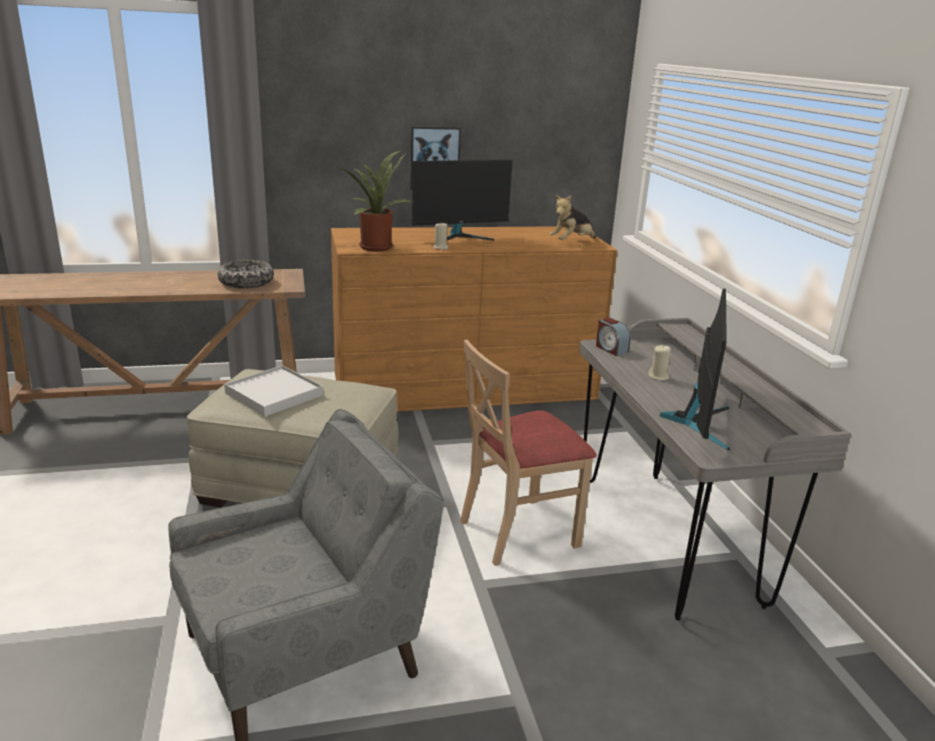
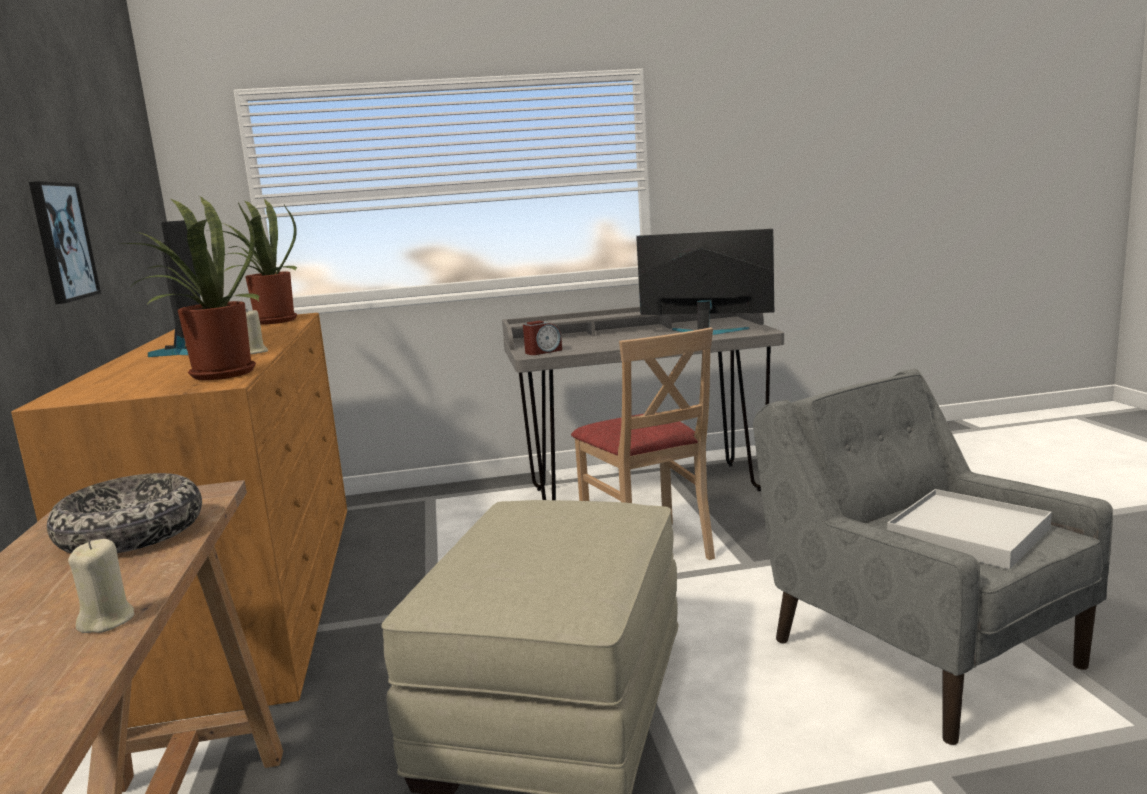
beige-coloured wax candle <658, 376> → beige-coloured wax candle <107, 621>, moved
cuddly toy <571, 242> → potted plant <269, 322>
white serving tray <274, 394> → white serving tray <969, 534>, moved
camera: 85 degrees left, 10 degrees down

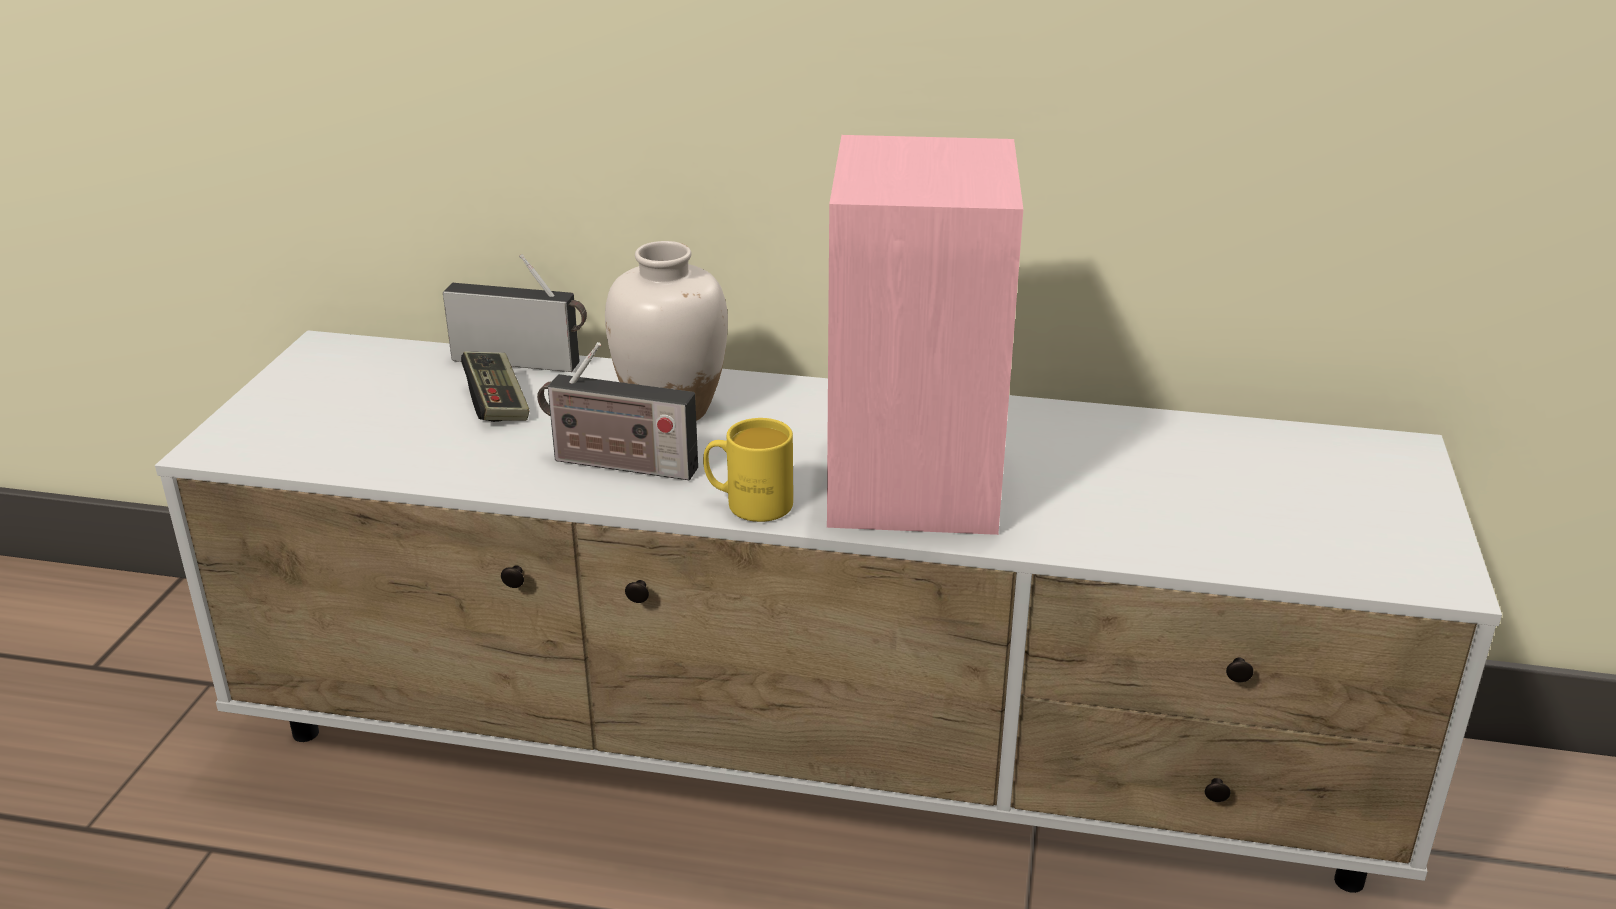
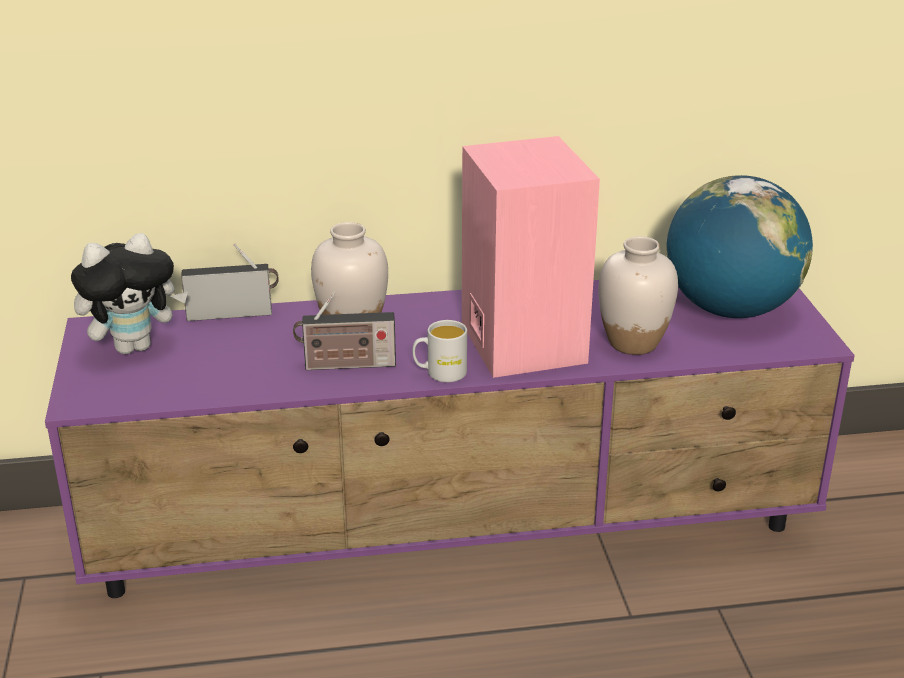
white tv stand <814, 763> → purple-coloured tv stand <456, 533>
- → cuddly toy <134, 346>
yellowish coffee mug <748, 504> → white coffee mug <439, 373>
- → white vase <632, 343>
- → globe <730, 309>
game controller <496, 402> → -
camera: 20 degrees left, 0 degrees up

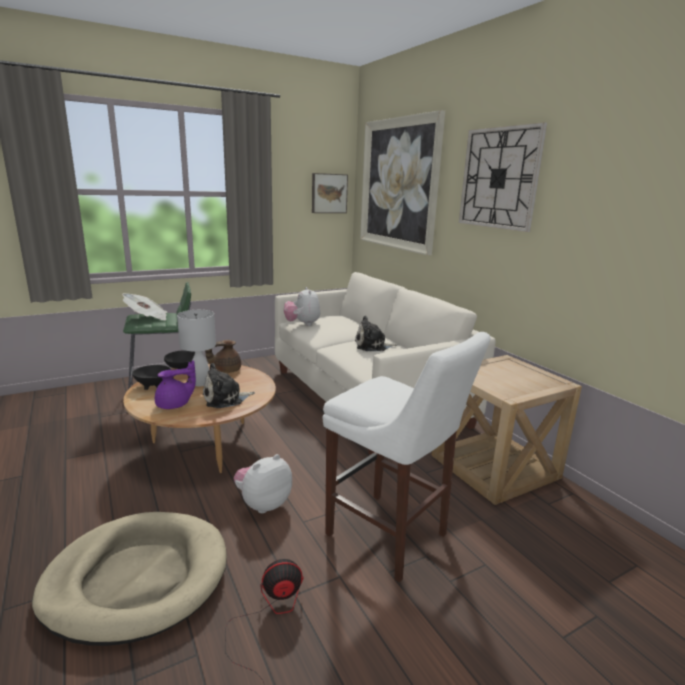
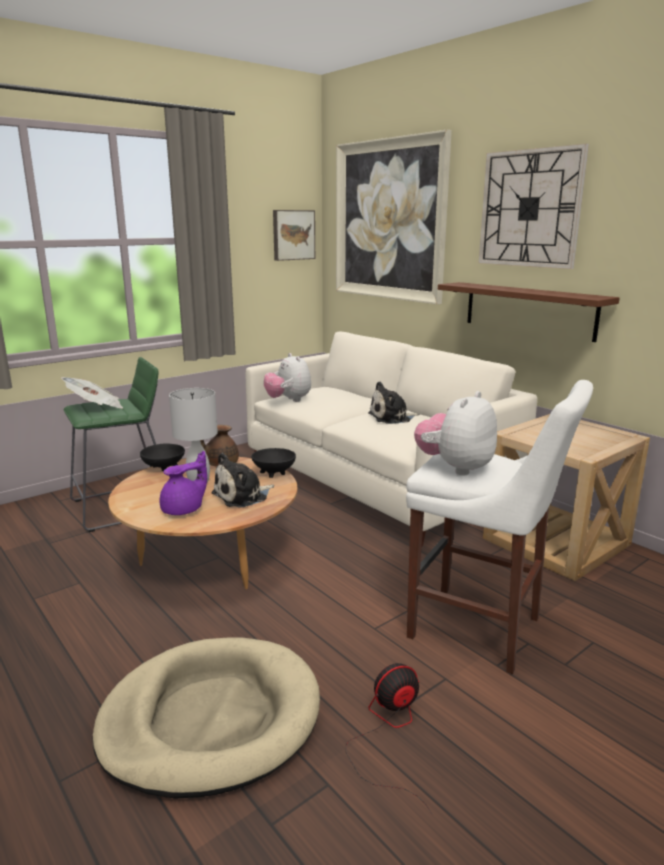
black-coloured bowl <154, 385> → black-coloured bowl <275, 472>, moved
cuddly toy <263, 503> → cuddly toy <455, 468>, moved
- → brown-coloured bracket shelf <528, 310>
camera: 10 degrees left, 0 degrees up

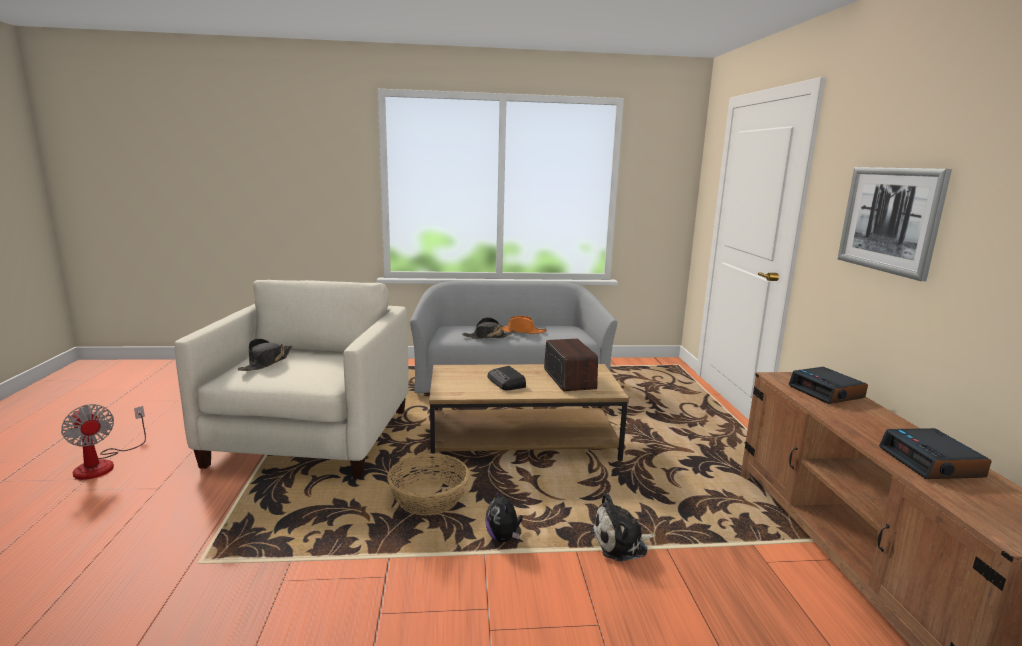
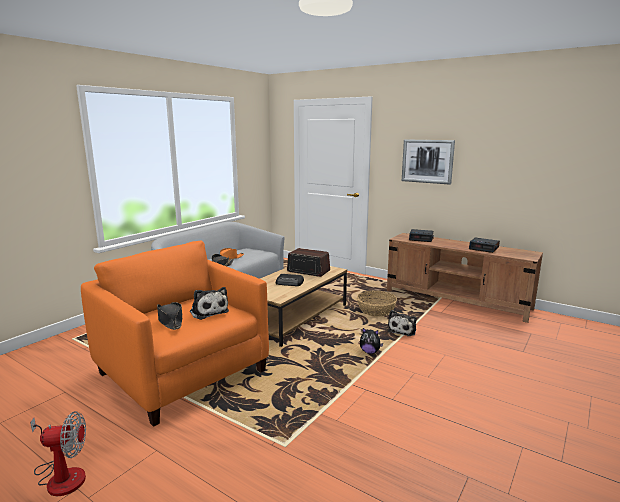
beige-coloured lounge chair <311, 437> → orange lounge chair <183, 373>
- → cuddly toy <208, 311>
household basket <429, 499> → household basket <376, 311>, moved
camera: 50 degrees left, 0 degrees up

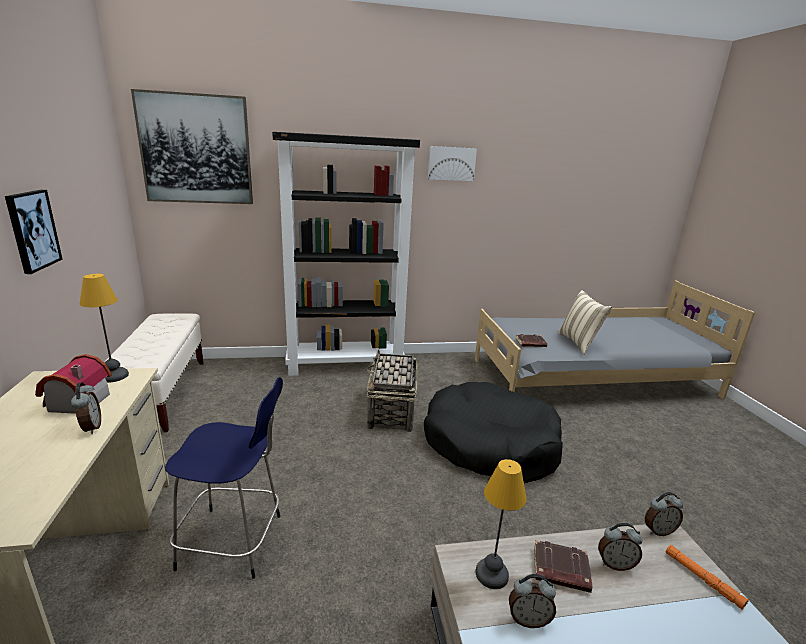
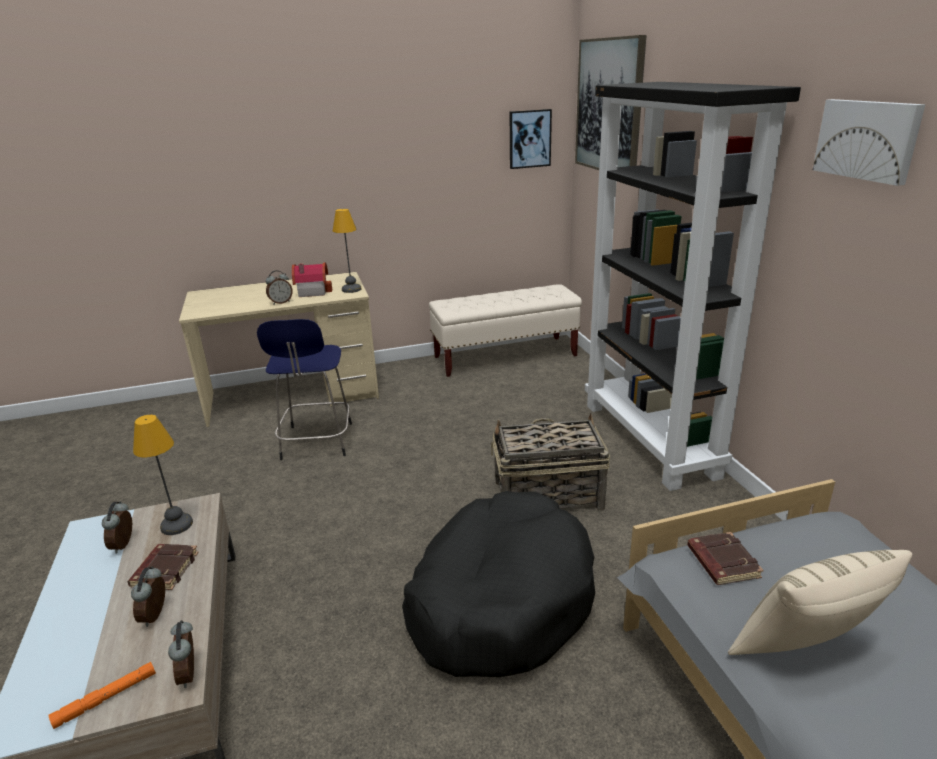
picture <32, 230> → picture <529, 139>, moved
camera: 85 degrees right, 5 degrees up

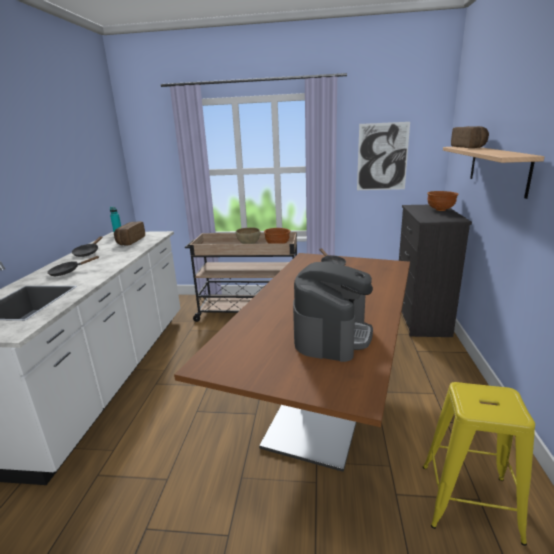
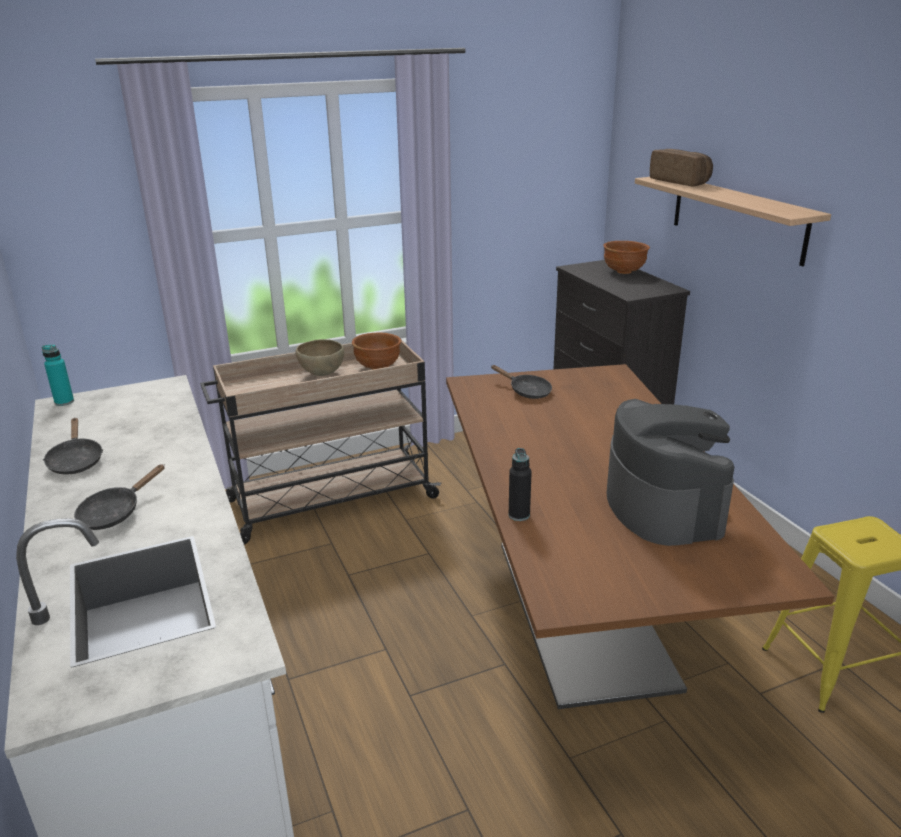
- → black-coloured beverage bottle <519, 515>
bread <129, 241> → -
picture <382, 157> → -
camera: 30 degrees left, 5 degrees up

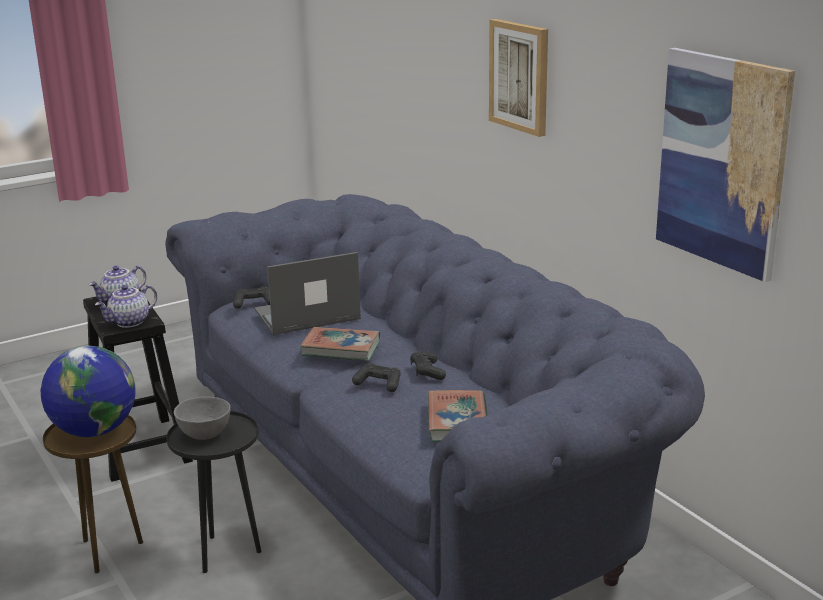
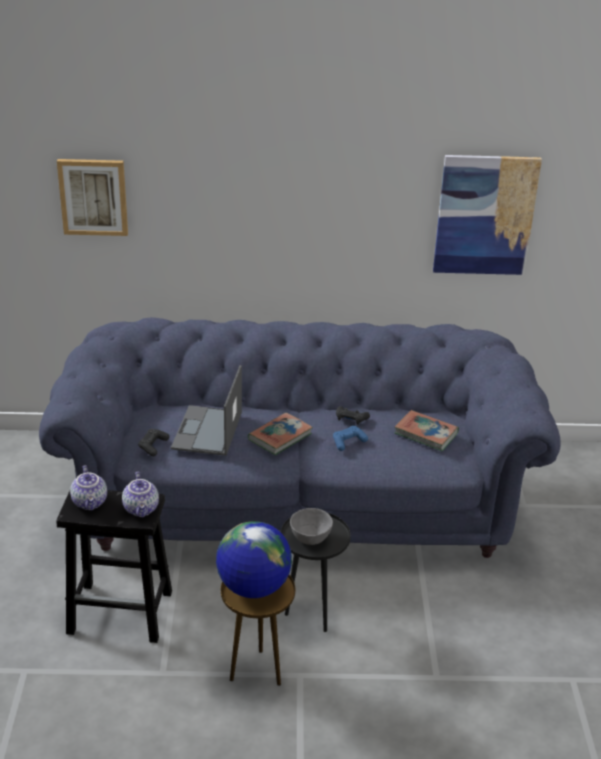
picture <520, 76> → picture <93, 196>, moved
black-coloured game controller <378, 384> → blue-coloured game controller <348, 442>
camera: 60 degrees left, 10 degrees up

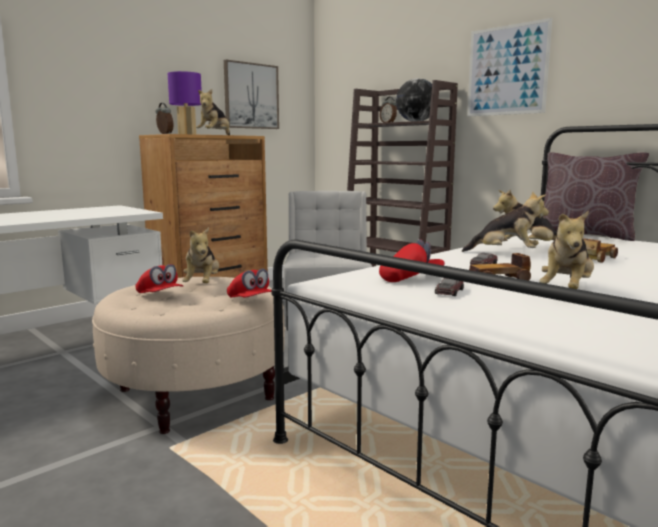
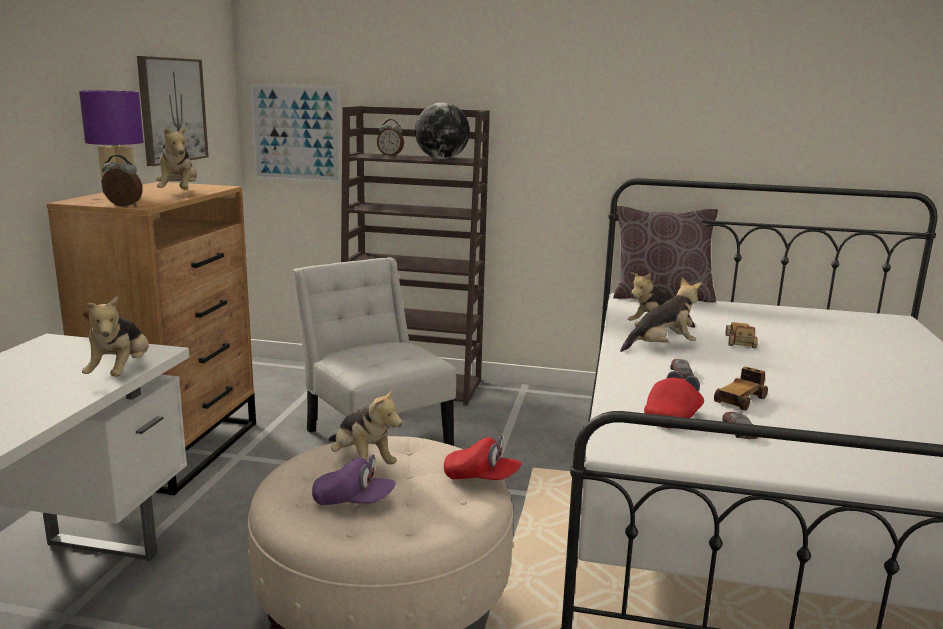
cuddly toy <566, 290> → cuddly toy <121, 373>, moved
picture <507, 70> → picture <296, 133>, moved
red-coloured baseball cap <160, 296> → purple-coloured baseball cap <353, 501>
camera: 35 degrees left, 5 degrees up

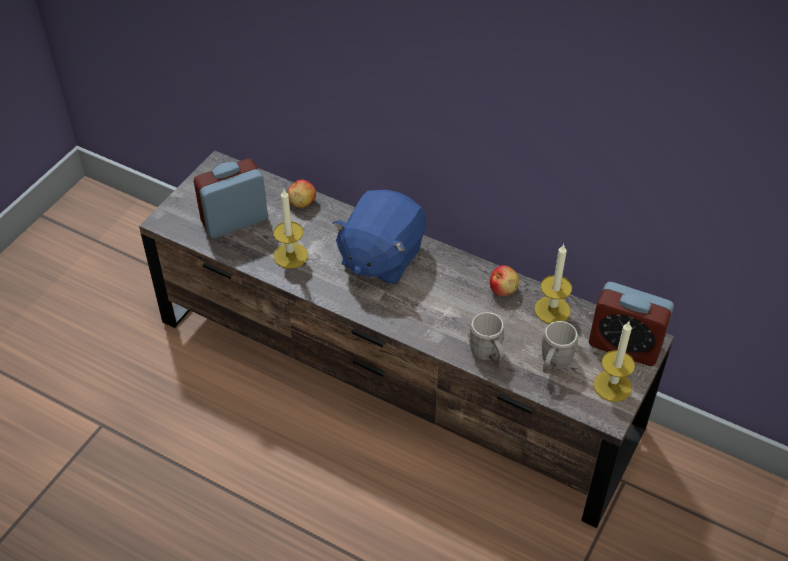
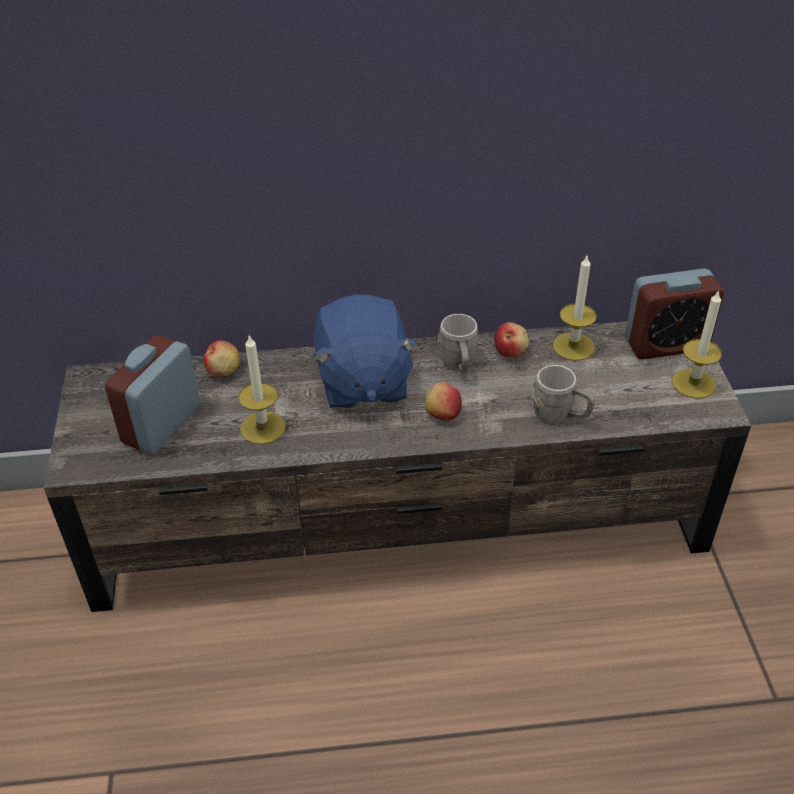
- → apple <442, 413>
greyish coffee mug <553, 363> → greyish coffee mug <459, 366>, moved
camera: 35 degrees left, 5 degrees down

